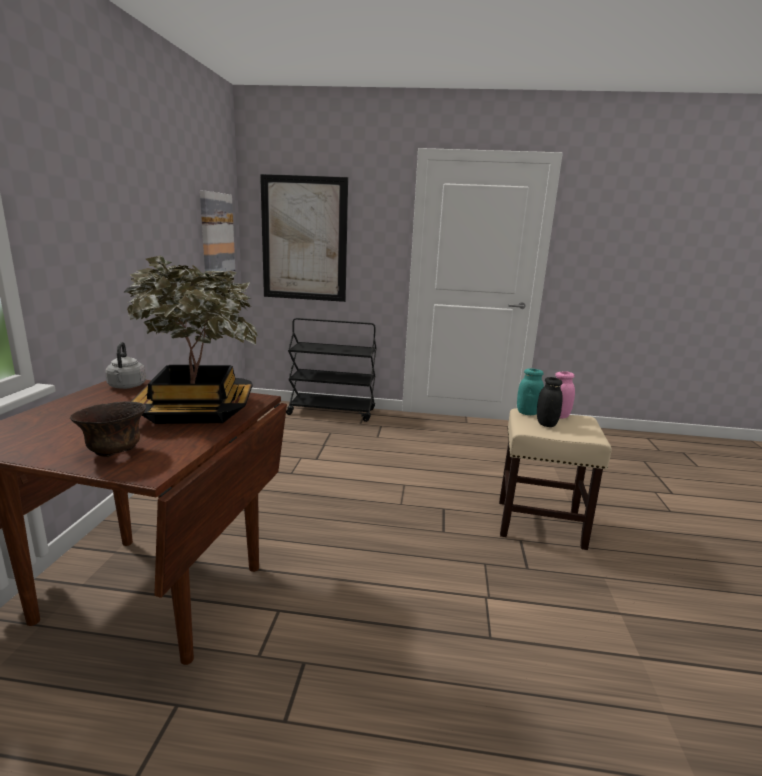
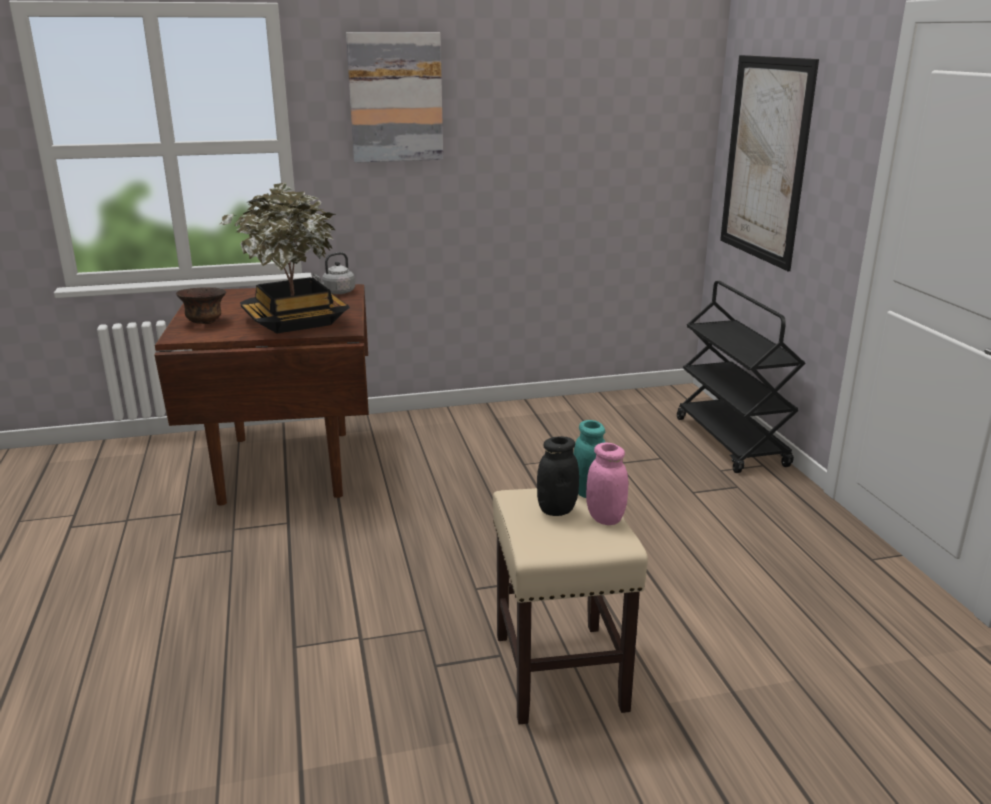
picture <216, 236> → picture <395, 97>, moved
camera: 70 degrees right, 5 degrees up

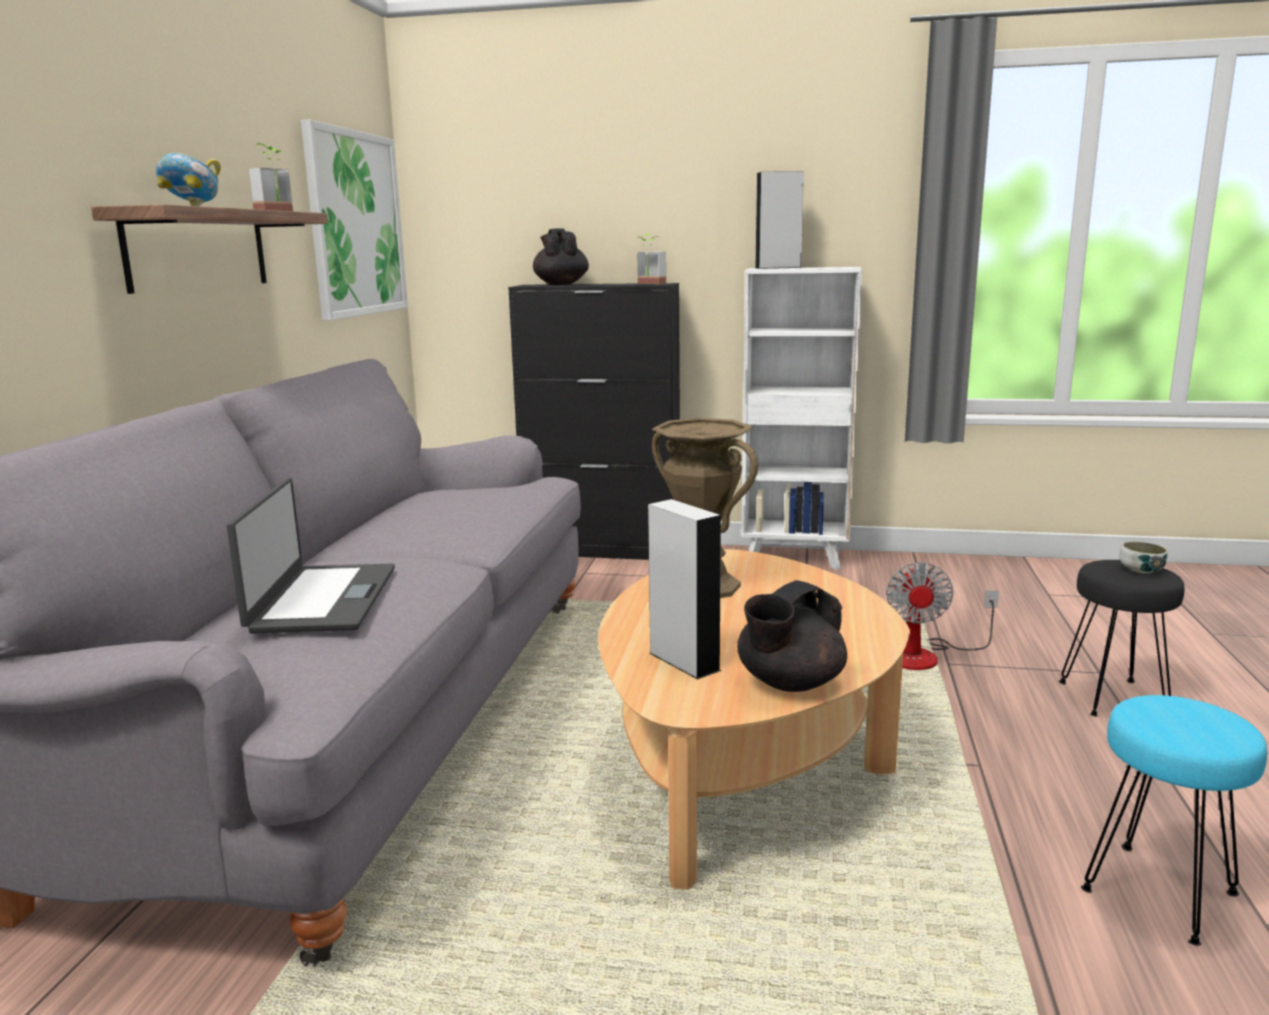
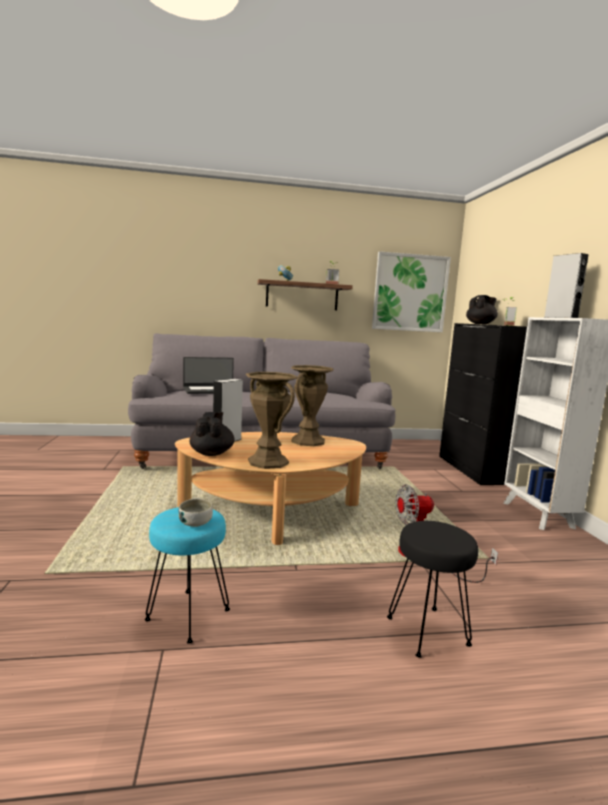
bowl <1141, 570> → bowl <195, 523>, moved
black-coloured tea pot <789, 683> → black-coloured tea pot <212, 453>, 60 degrees clockwise
- → brown-coloured vase <268, 462>
camera: 70 degrees right, 5 degrees down

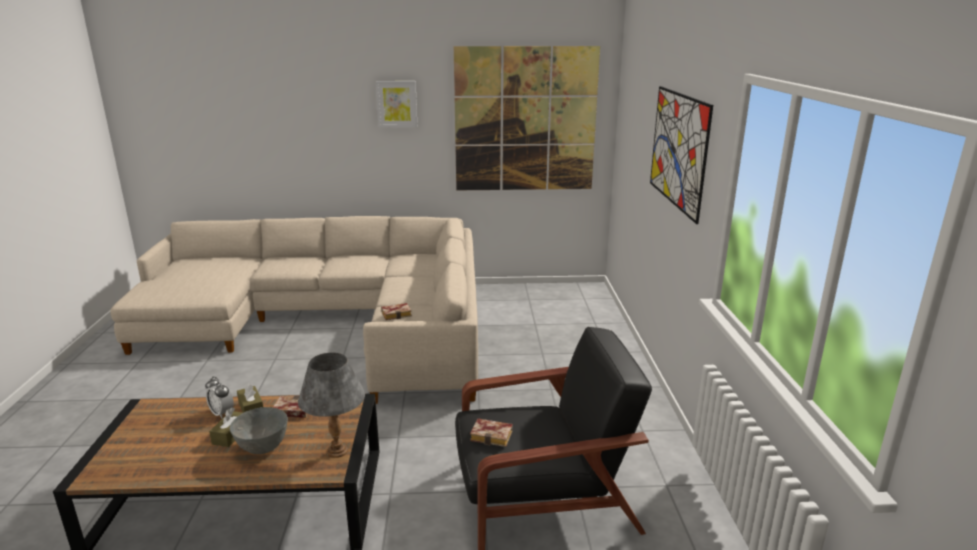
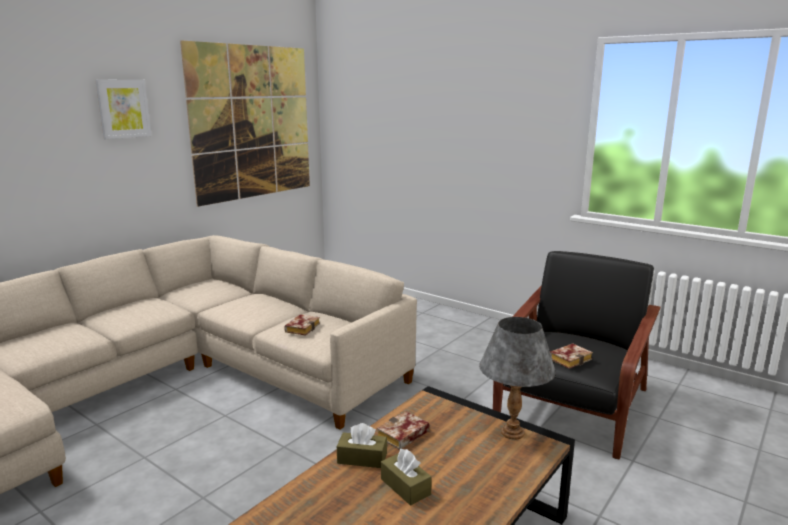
bedside clock <222, 413> → -
greyish bowl <263, 447> → -
picture <678, 149> → -
camera: 50 degrees left, 5 degrees down

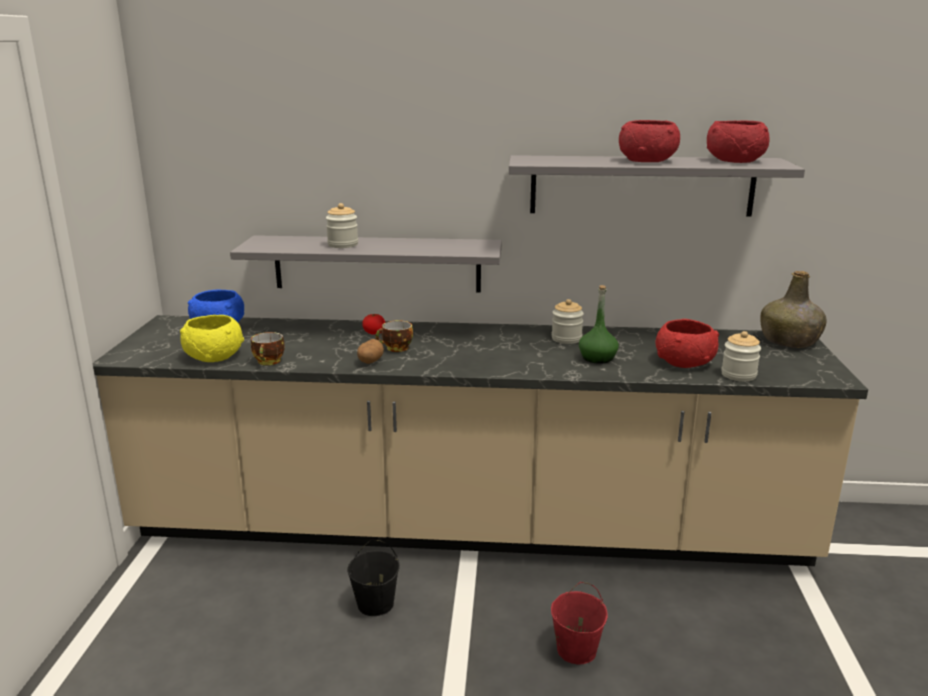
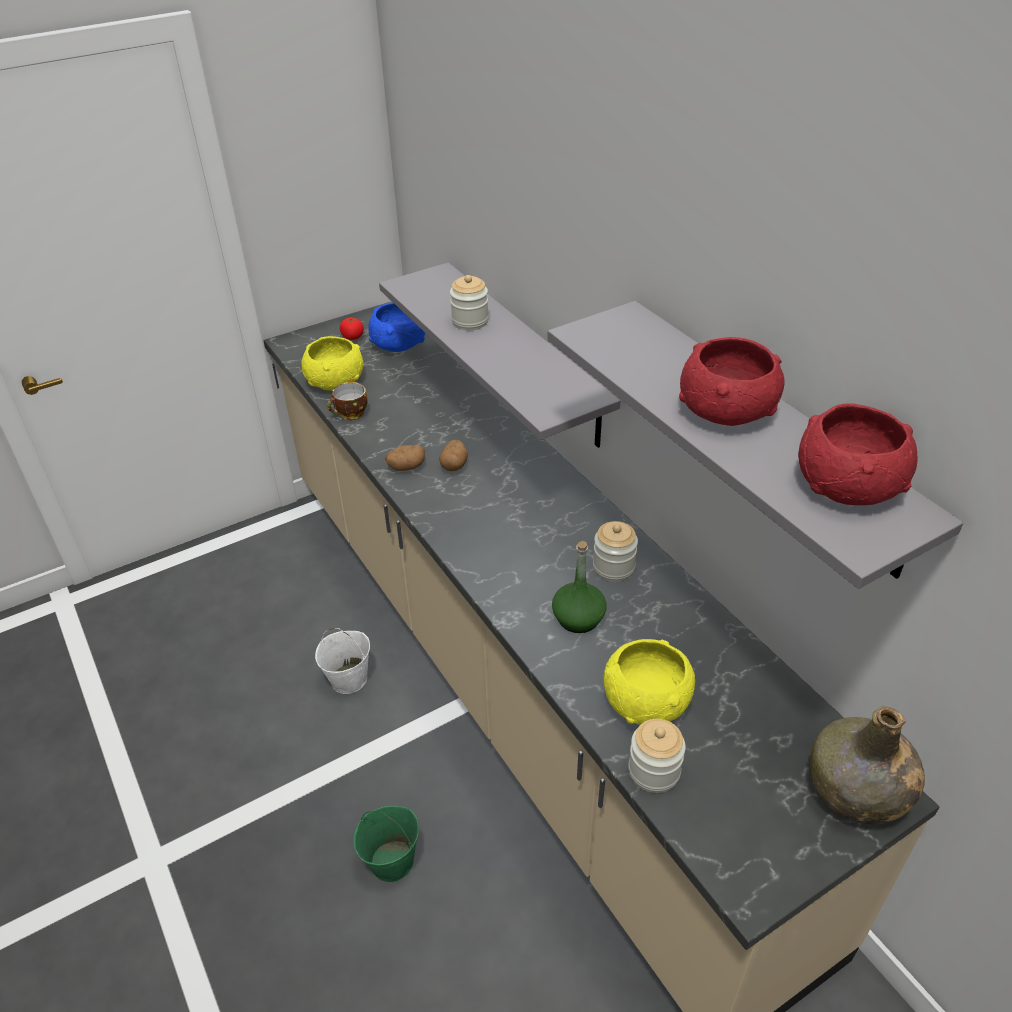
black-coloured water bucket <375, 604> → white water bucket <349, 679>
fresh tomato <374, 333> → fresh tomato <352, 337>, moved
red-coloured water bucket <576, 650> → green water bucket <392, 861>
drinking cup <396, 348> → potato <454, 465>
red-coloured bowl <684, 362> → yellowish bowl <646, 701>
camera: 55 degrees right, 20 degrees up

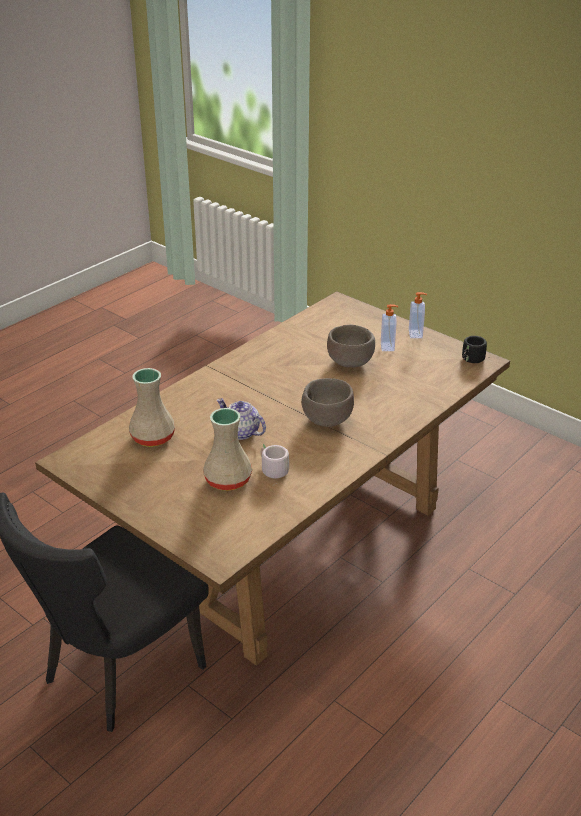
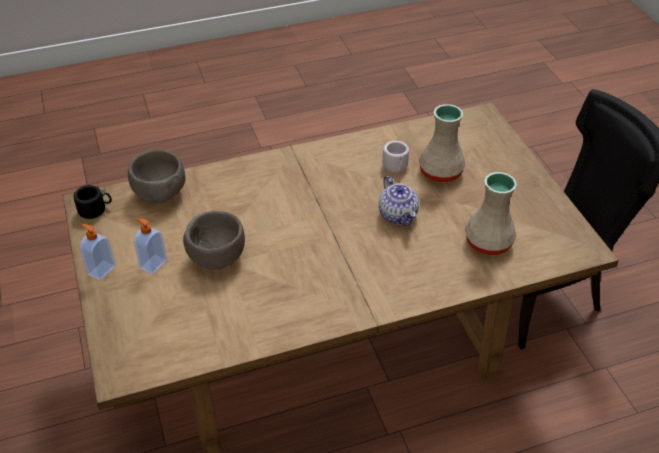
brown-coloured bowl <327, 420> → brown-coloured bowl <160, 194>, moved
camera: 150 degrees left, 10 degrees up

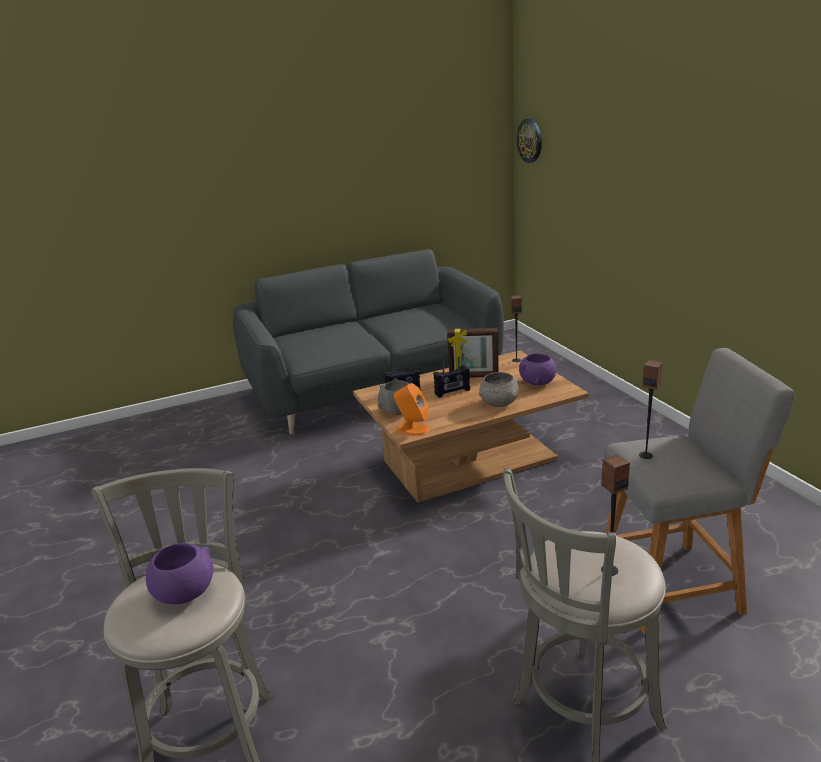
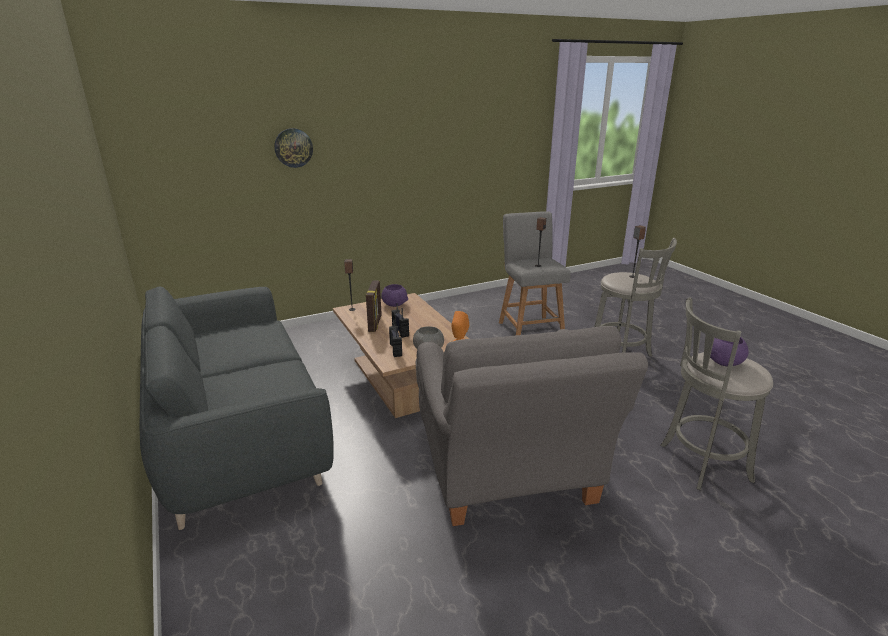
clock on the wall <530, 140> → clock on the wall <293, 148>, moved
- → greyish lounge chair <506, 473>
greyish bowl <499, 403> → -
camera: 95 degrees left, 0 degrees up

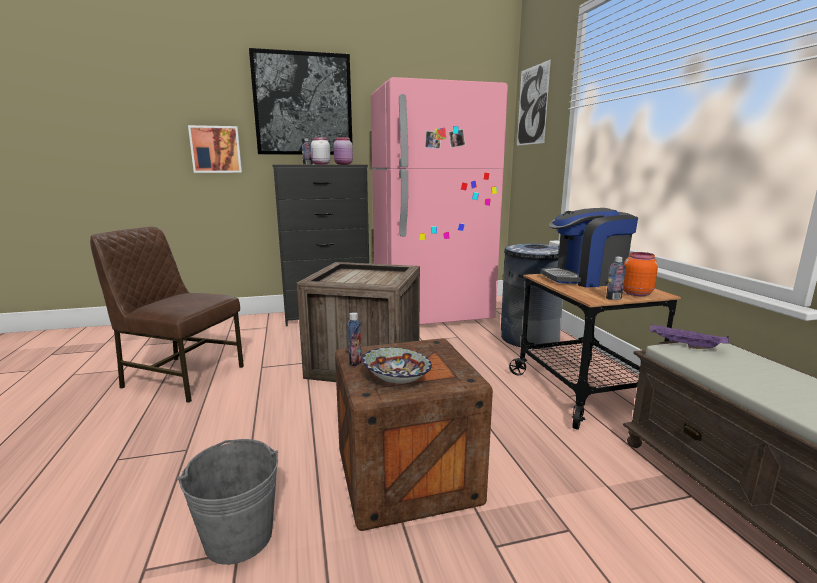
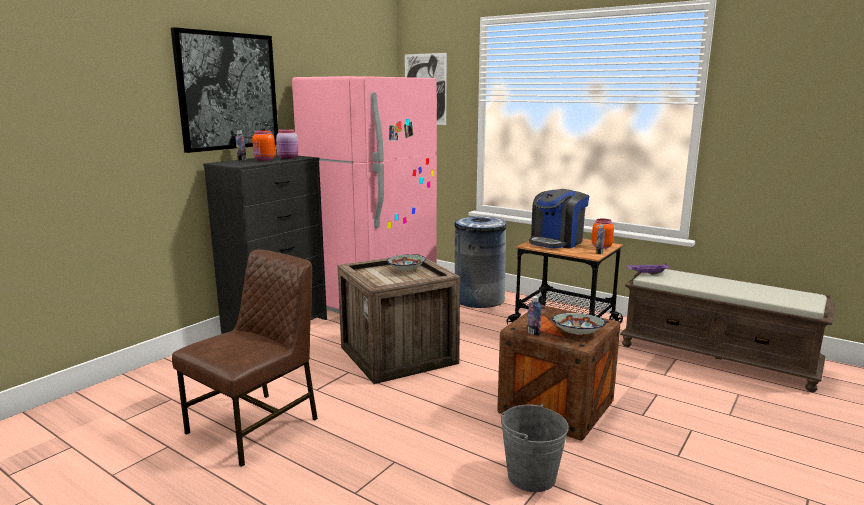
brown-coloured upright chair <182, 377> → brown-coloured upright chair <256, 425>, 150 degrees clockwise
white jar <320, 164> → orange jar <264, 159>
- → bowl <406, 270>
picture <216, 149> → -
camera: 40 degrees left, 0 degrees up

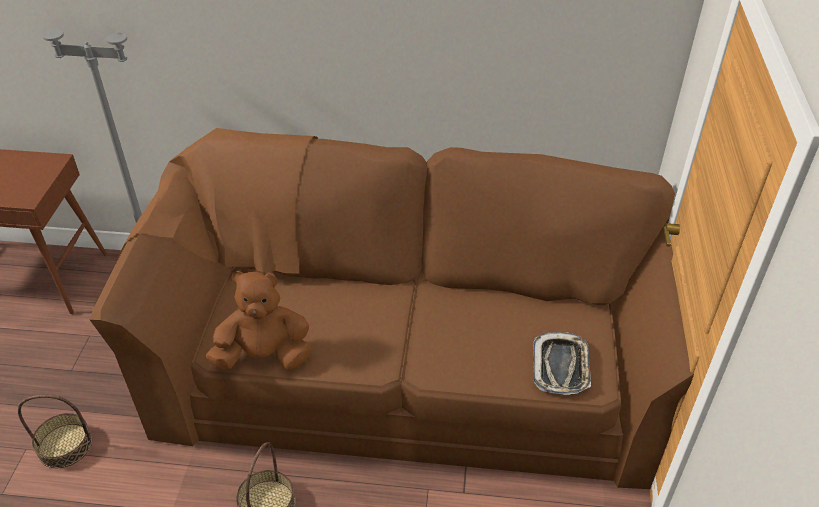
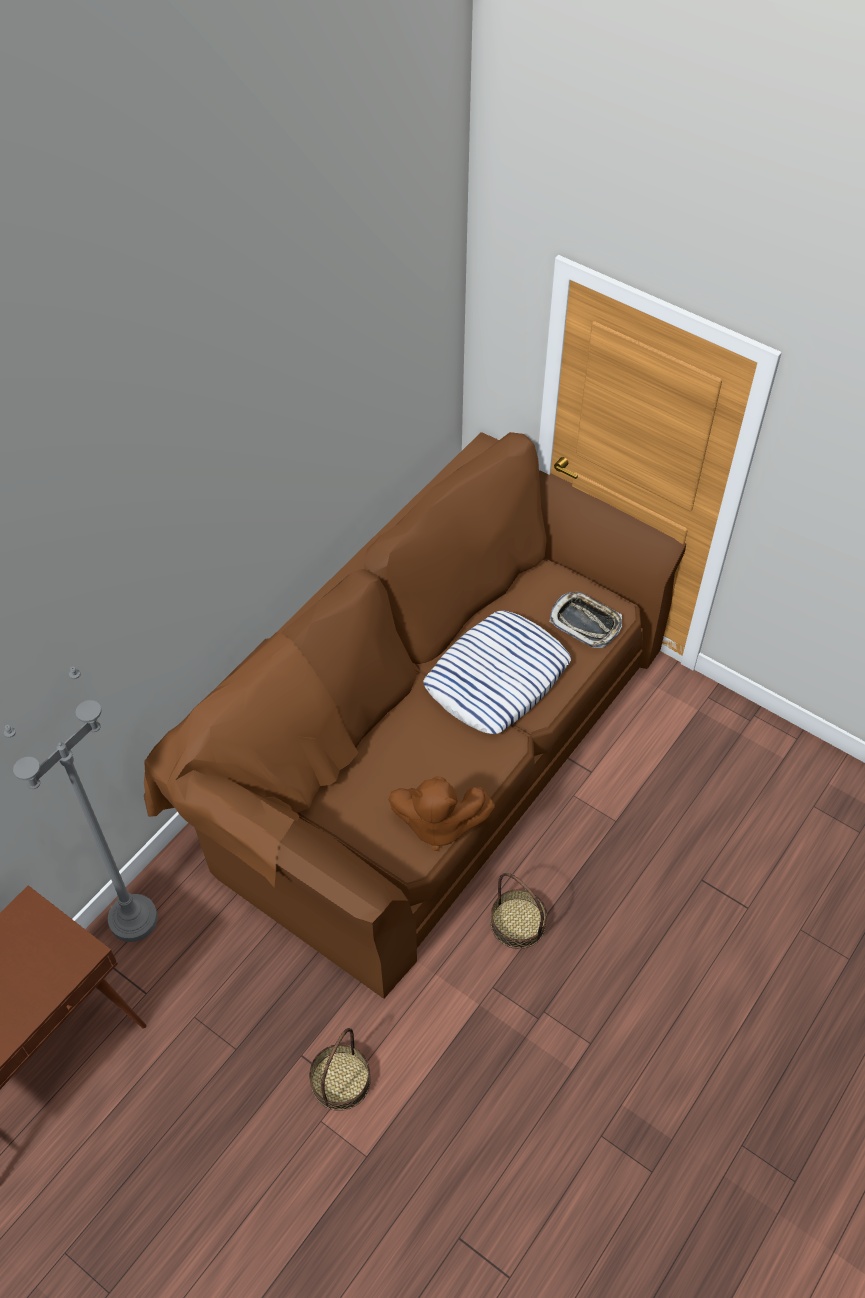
brown-coloured cuddly toy <264, 356> → brown-coloured cuddly toy <438, 824>, 105 degrees counterclockwise
- → pillow <497, 678>
camera: 60 degrees left, 10 degrees up

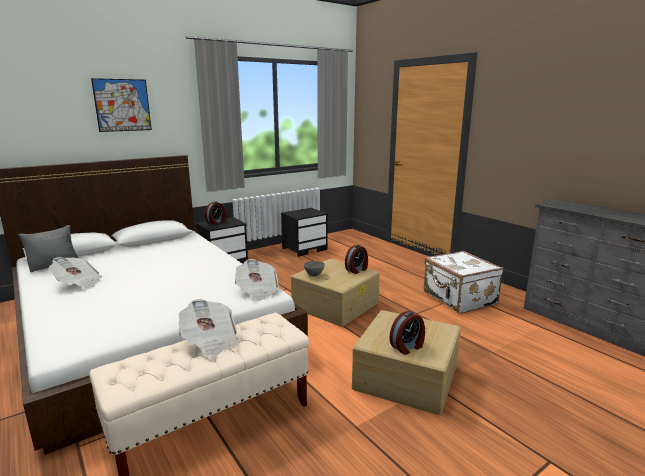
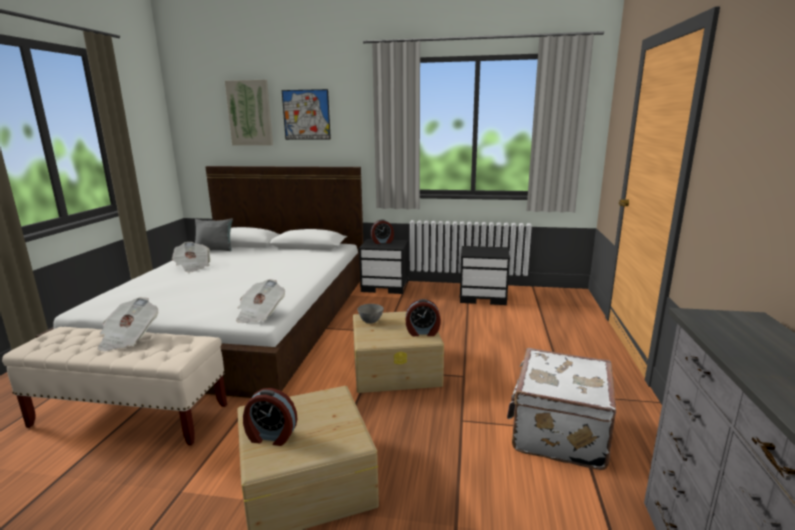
- → picture <250, 113>
camera: 45 degrees right, 0 degrees up

